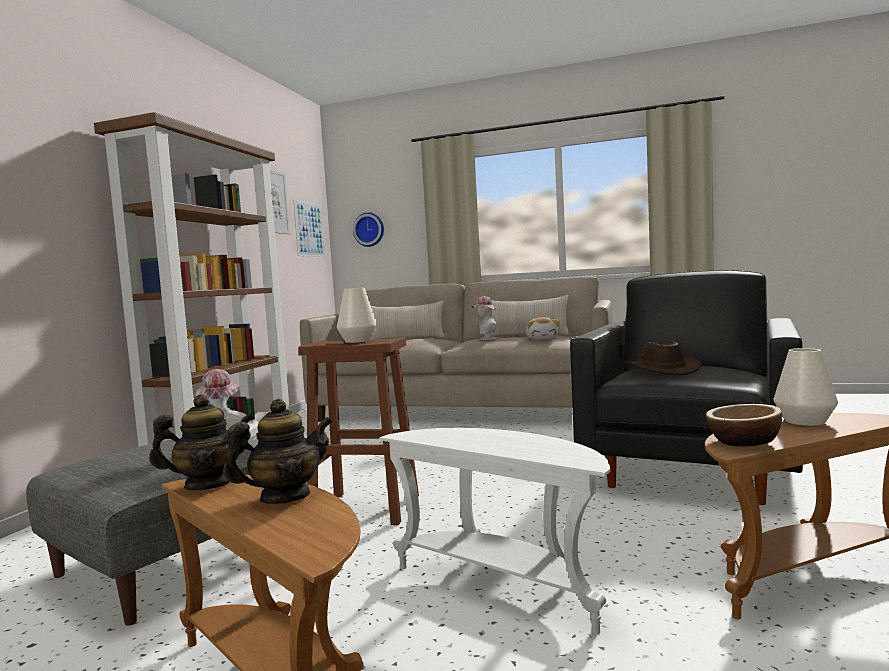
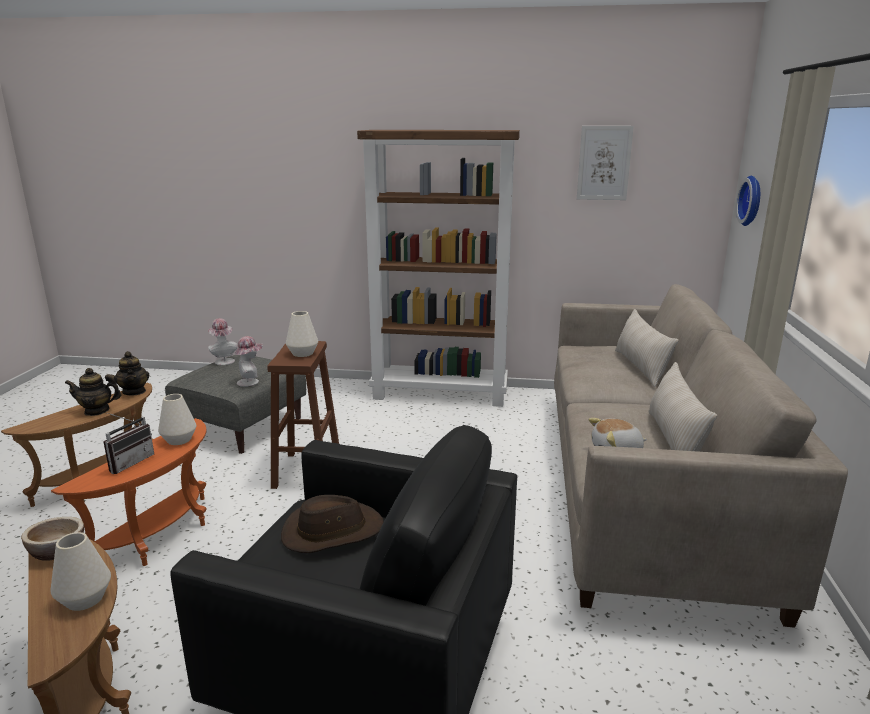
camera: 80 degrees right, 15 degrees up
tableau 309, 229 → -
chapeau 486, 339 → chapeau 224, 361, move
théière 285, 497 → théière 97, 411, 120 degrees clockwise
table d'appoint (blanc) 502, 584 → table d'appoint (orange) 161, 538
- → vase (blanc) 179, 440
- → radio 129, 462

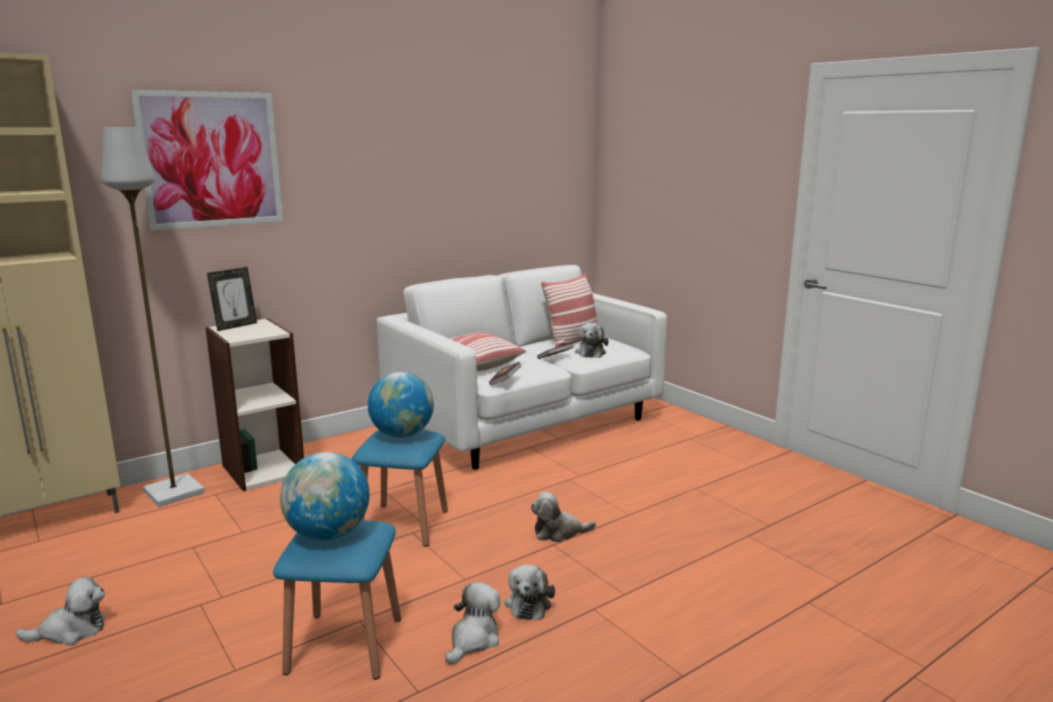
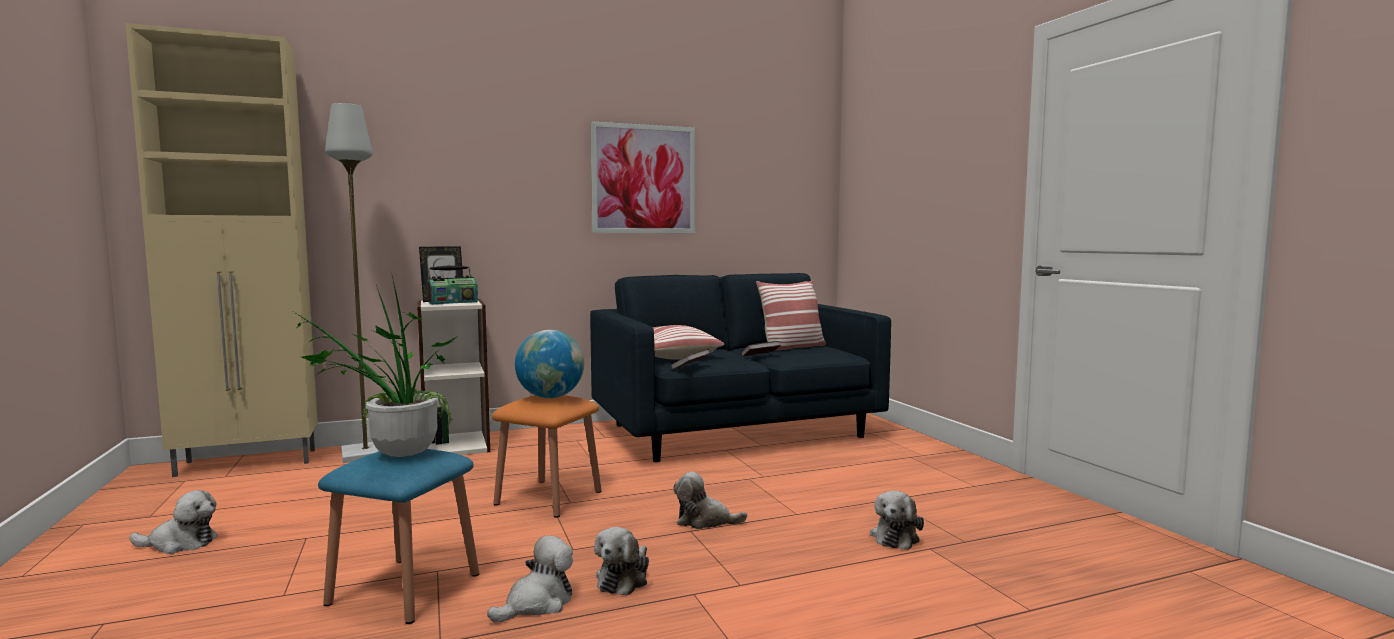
camera: 15 degrees right, 10 degrees down
tableau 211, 160 → tableau 643, 179, move
canapé (blanc) 525, 423 → canapé (bleu) 735, 431
peluche 591, 352 → peluche 895, 536, move
tabouret (bleu) 403, 524 → tabouret (orange) 548, 497
globe 328, 534 → plante en pot 391, 454
- → radio 453, 302

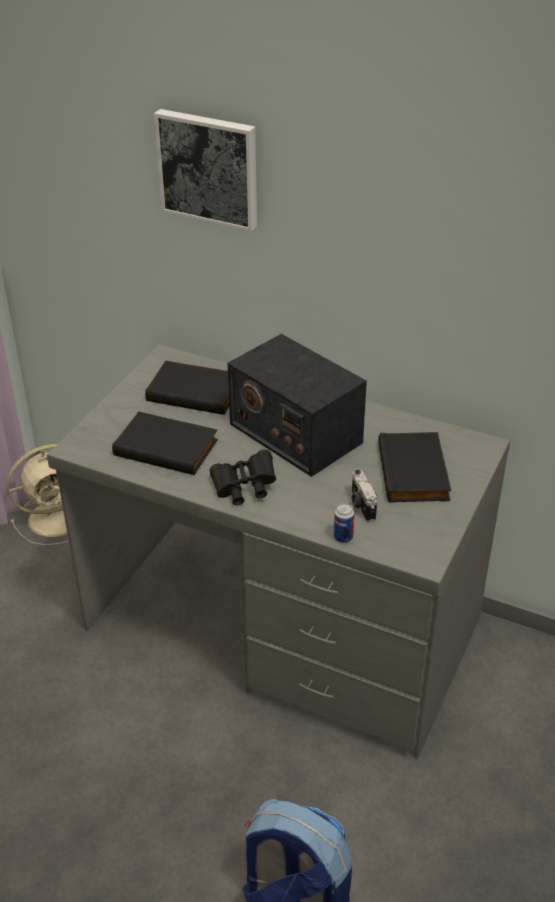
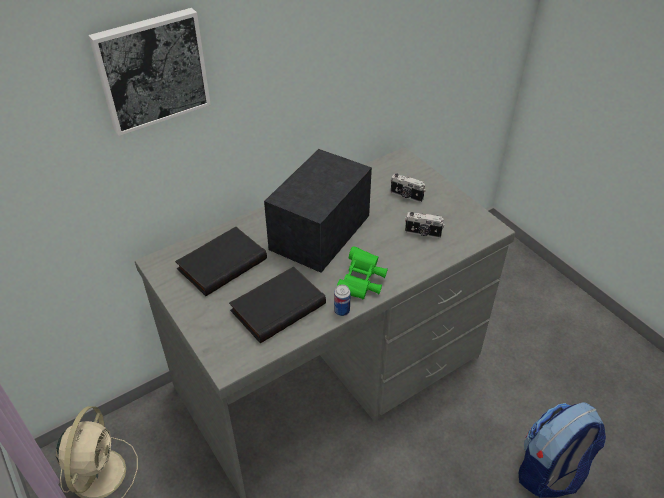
camera: 60 degrees left, 5 degrees up
radio 295, 433 → radio 320, 231, 135 degrees clockwise
livre (noir) 415, 472 → appareil photo 406, 196
jumelles (noir) 244, 488 → jumelles (vert) 362, 282
boîte métallique 343, 537 → boîte métallique 342, 311, move

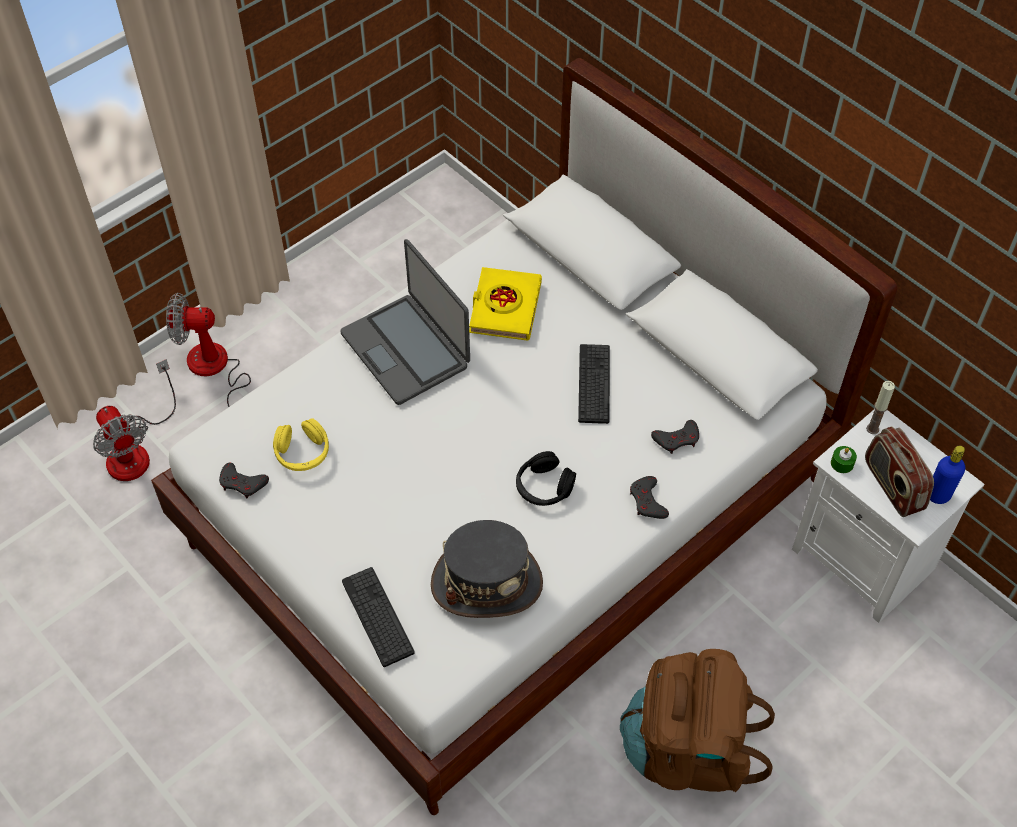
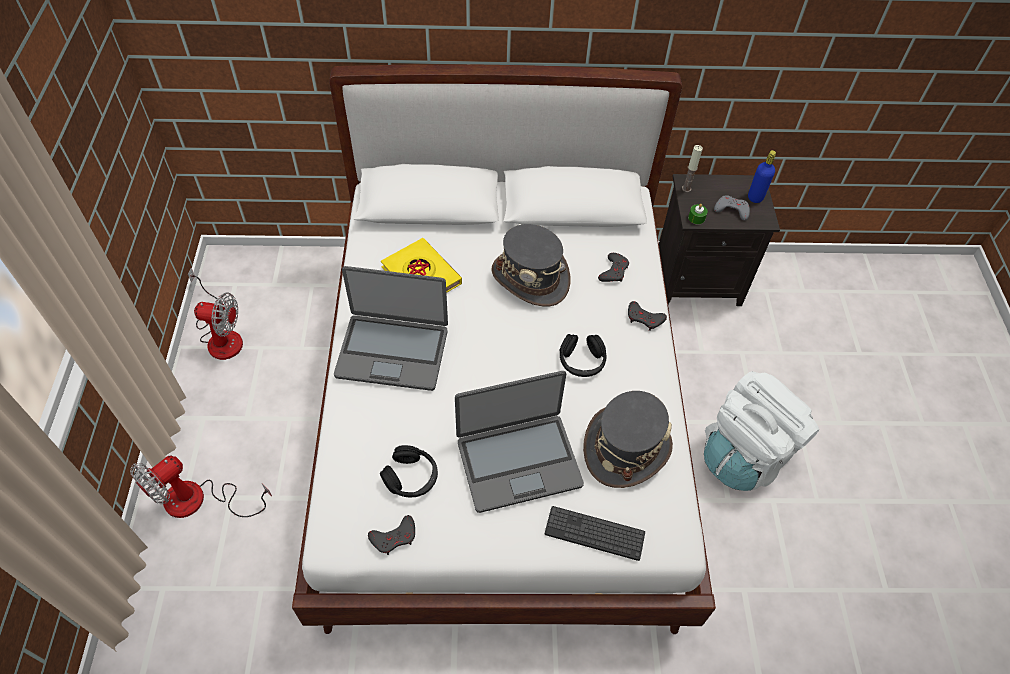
camera: 50 degrees left, 0 degrees up
clavier 594, 384 → chapeau (gris) 530, 278
ventilateur 136, 450 → ventilateur 221, 335, move
table de chevet (blanc) 865, 559 → table de chevet (noir) 698, 280
casque audio (jaune) 302, 453 → casque audio (noir) 411, 477
radio 892, 486 → manette (gris) 731, 210
sac à dos (marron) 688, 749 → sac à dos (blanc) 745, 455
- → ordinateur portable 518, 461

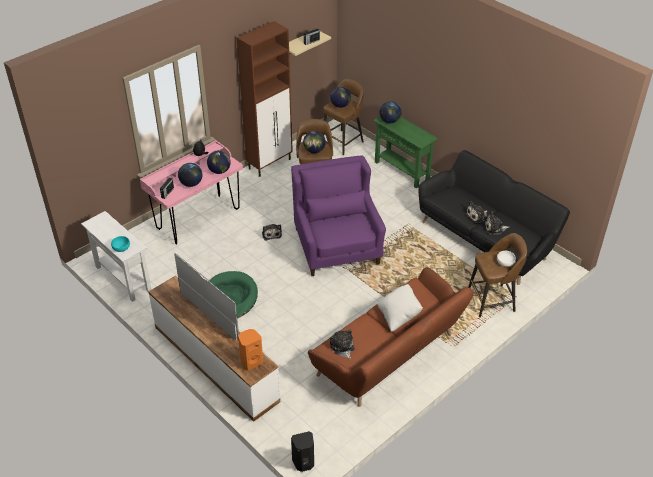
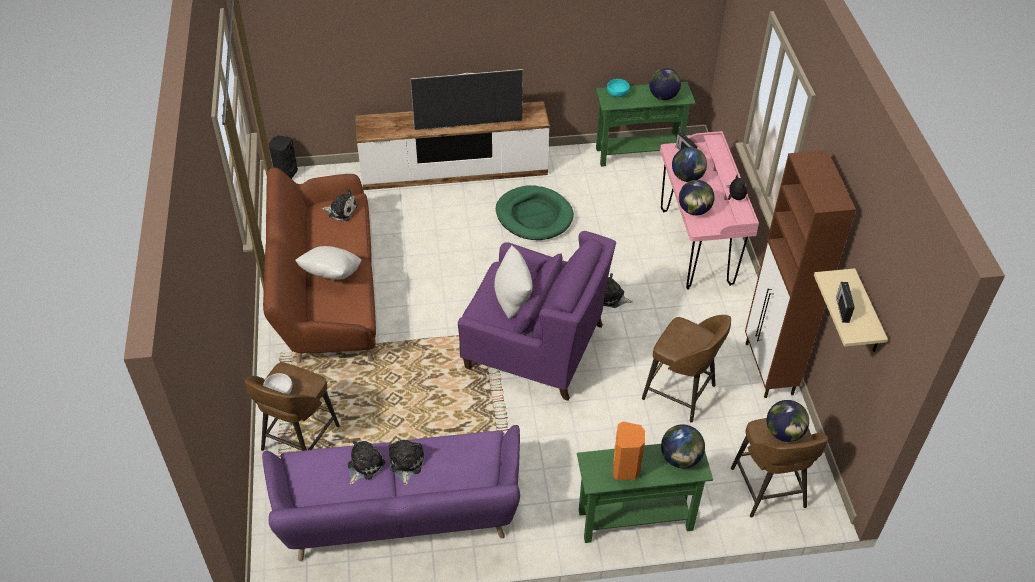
camera: 125 degrees right, 5 degrees up
globe 314, 151 → globe 663, 96, move
canapé (noir) 486, 239 → canapé (violet) 400, 518
table console (blanc) 123, 278 → table console (vert) 638, 154
enceinte (orange) 251, 362 → enceinte (orange) 626, 468, move
- → coussin (blanc) 513, 302

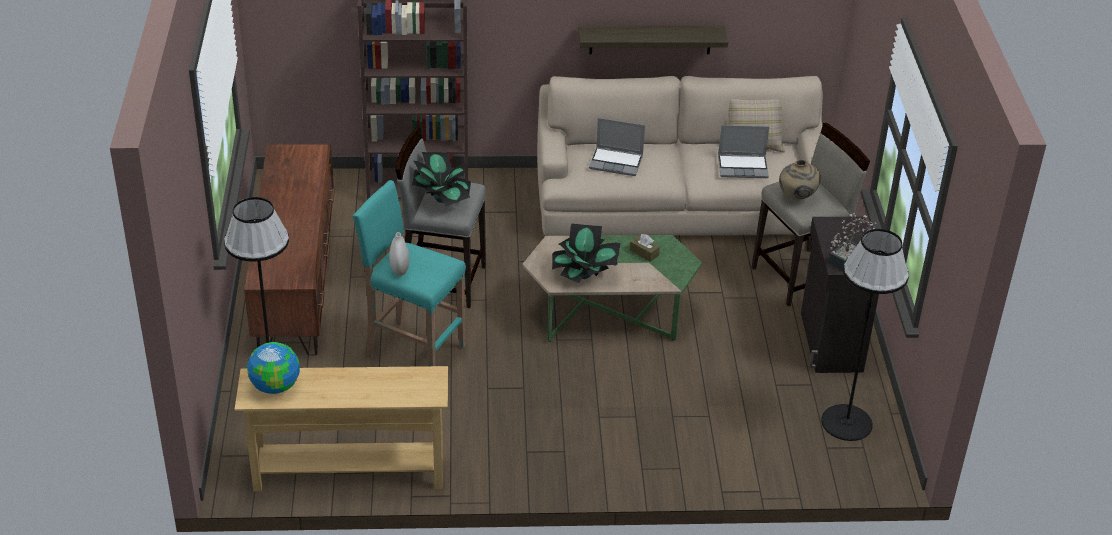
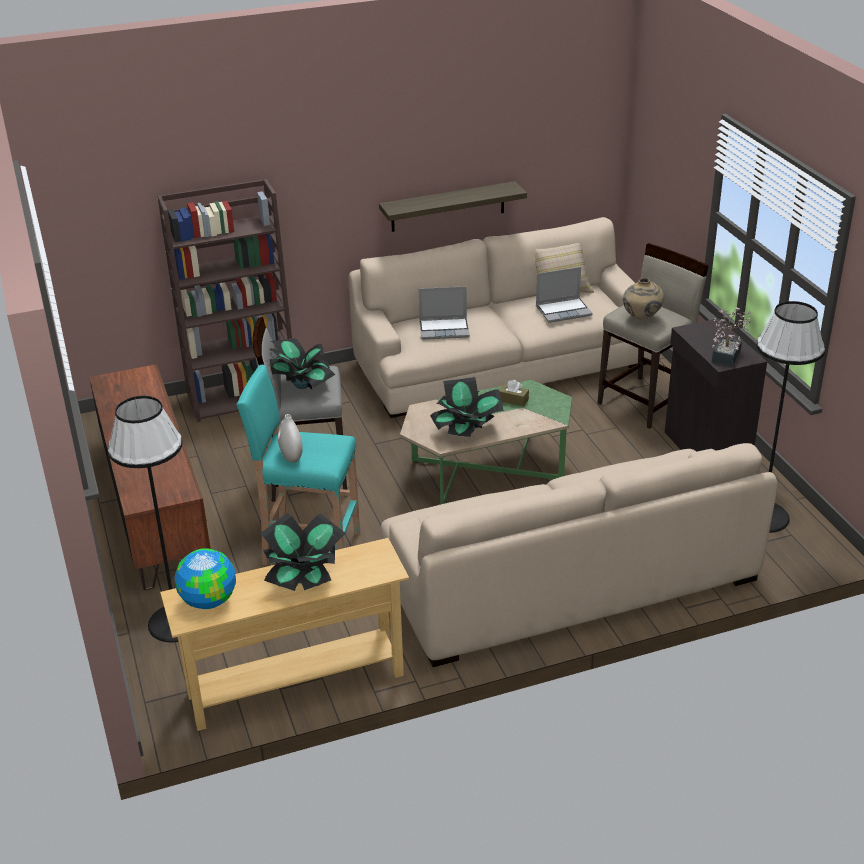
camera: 15 degrees left, 5 degrees down
- → canapé (beige) 569, 577
- → plante en pot 304, 577

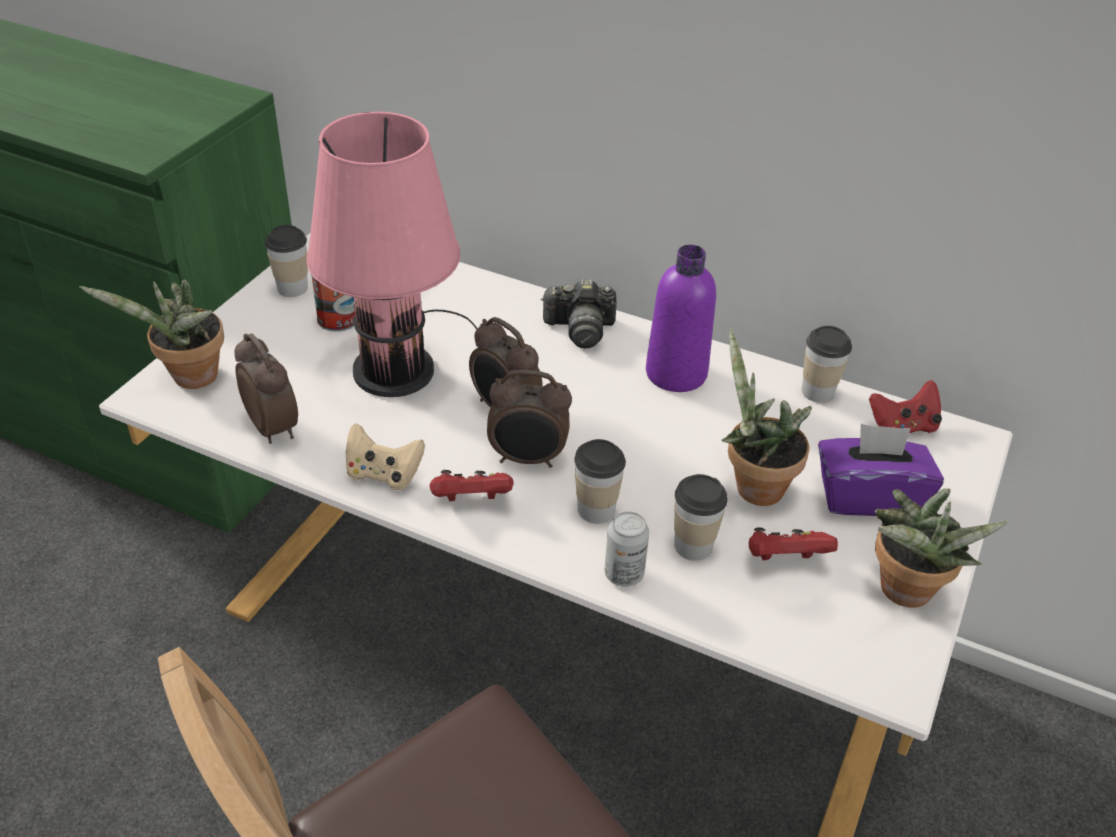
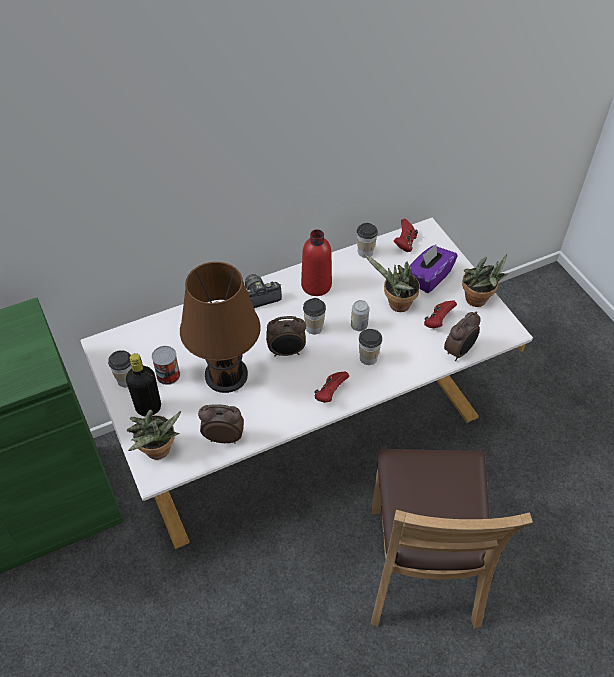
camera: 50 degrees left, 10 degrees up
lampe de table (rose) 401, 366 → lampe de table (marron) 225, 370
bouteille (violet) 676, 373 → bouteille (rouge) 316, 285
appareil photo 580, 329 → appareil photo 260, 297, 150 degrees counterclockwise
réveil 528, 459 → réveil 459, 351, move
manette (beige) 383, 474 → -
tasse 693, 546 → tasse 314, 328, move
boîte métallique 624, 574 → boîte métallique 359, 326, move
- → bouteille (noir) 148, 408

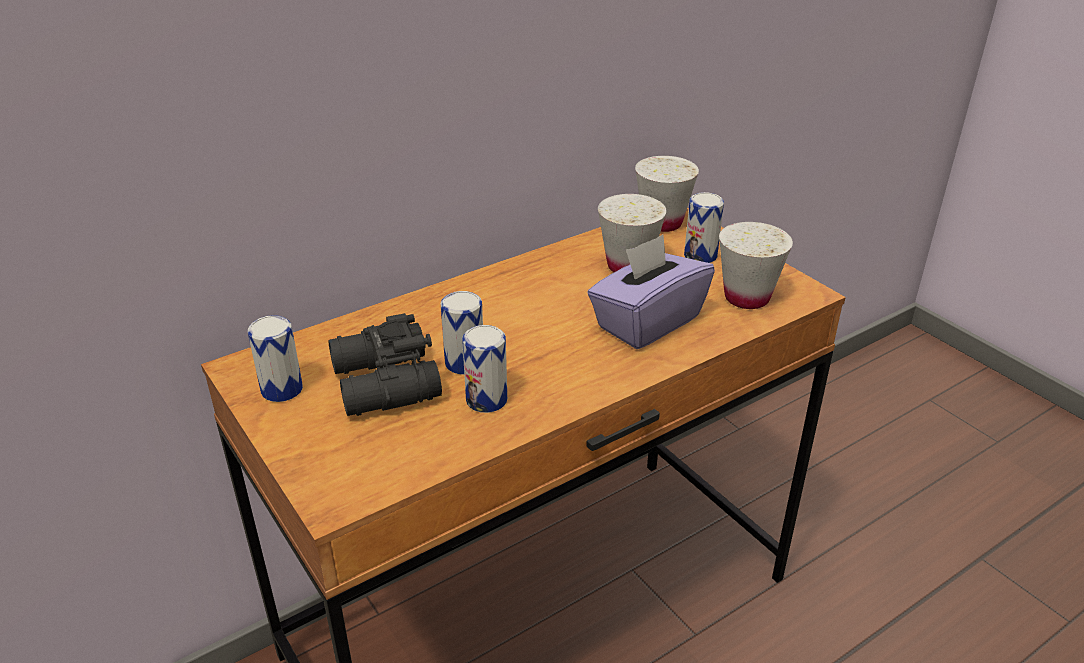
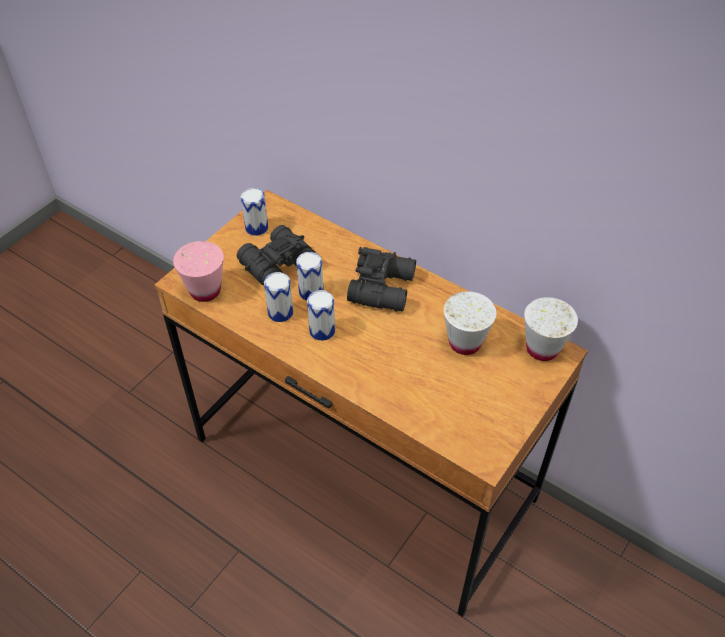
camera: 70 degrees right, 15 degrees up
boîte métallique 700, 255 → boîte métallique 322, 331, move
tasse (blanc) 746, 297 → -
boîte à mouchoirs (violet) 647, 322 → -
- → tasse (rose) 205, 291
- → jumelles (noir) 384, 287

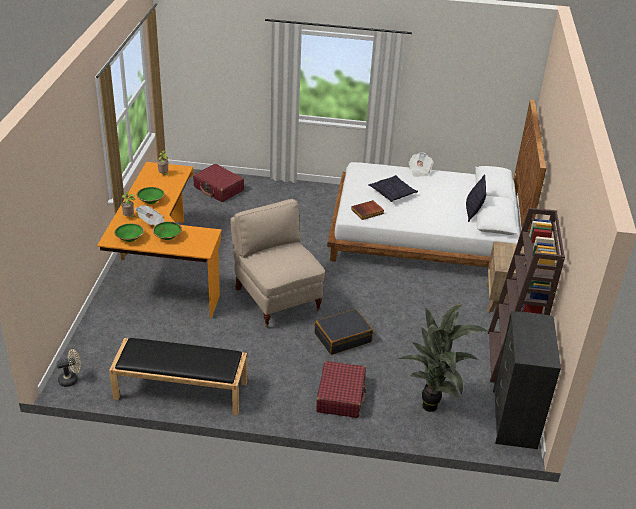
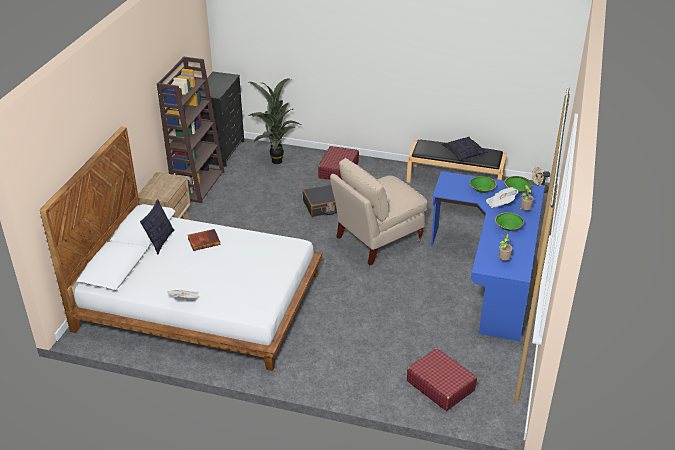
camera: 170 degrees left, 0 degrees up
bureau (orange) 162, 270 → bureau (bleu) 490, 274
coussin 392, 194 → coussin 464, 153, move
chaise (beige) 276, 299 → chaise (beige) 377, 239, 75 degrees clockwise
livre 367, 212 → livre 204, 241, move

